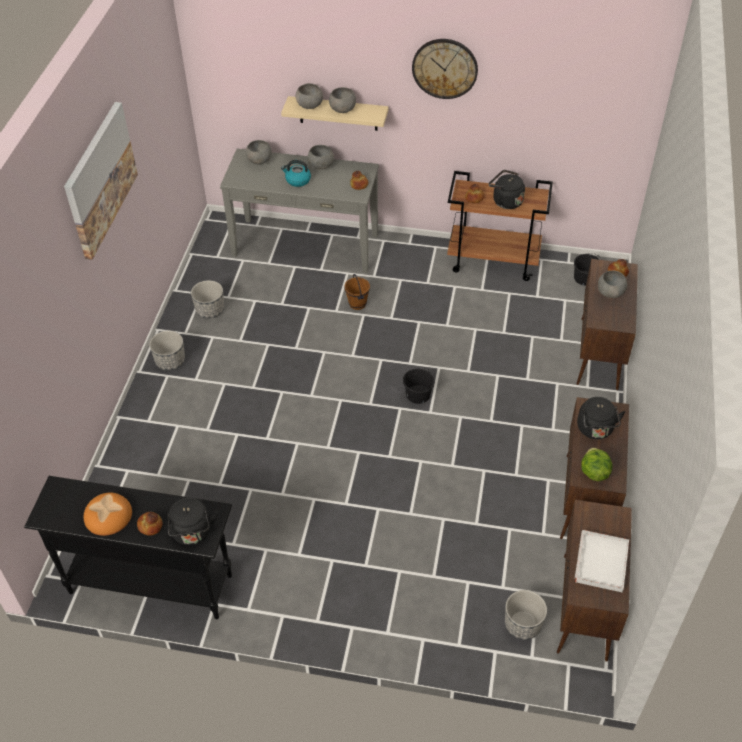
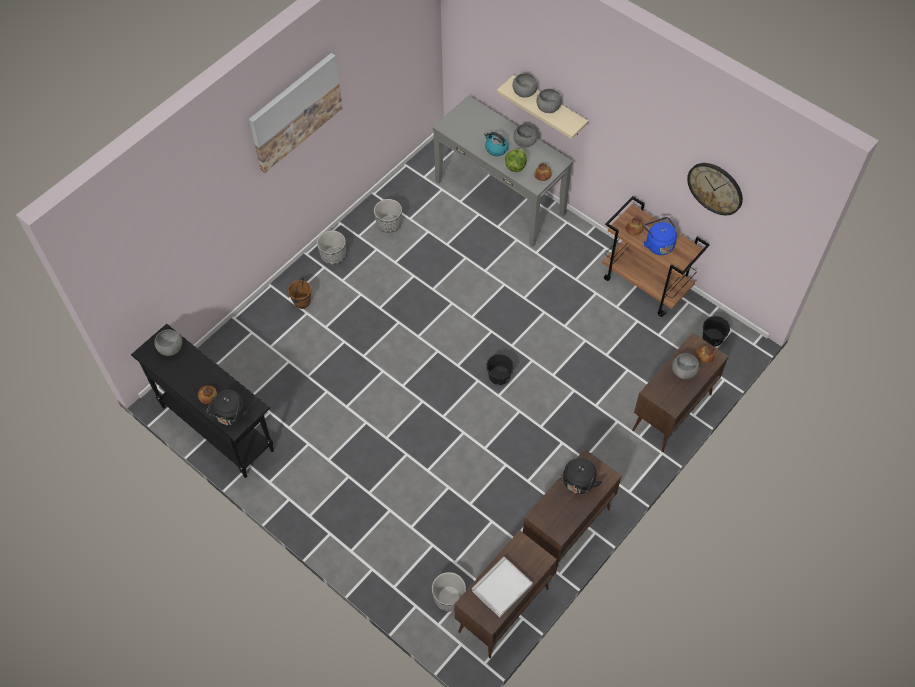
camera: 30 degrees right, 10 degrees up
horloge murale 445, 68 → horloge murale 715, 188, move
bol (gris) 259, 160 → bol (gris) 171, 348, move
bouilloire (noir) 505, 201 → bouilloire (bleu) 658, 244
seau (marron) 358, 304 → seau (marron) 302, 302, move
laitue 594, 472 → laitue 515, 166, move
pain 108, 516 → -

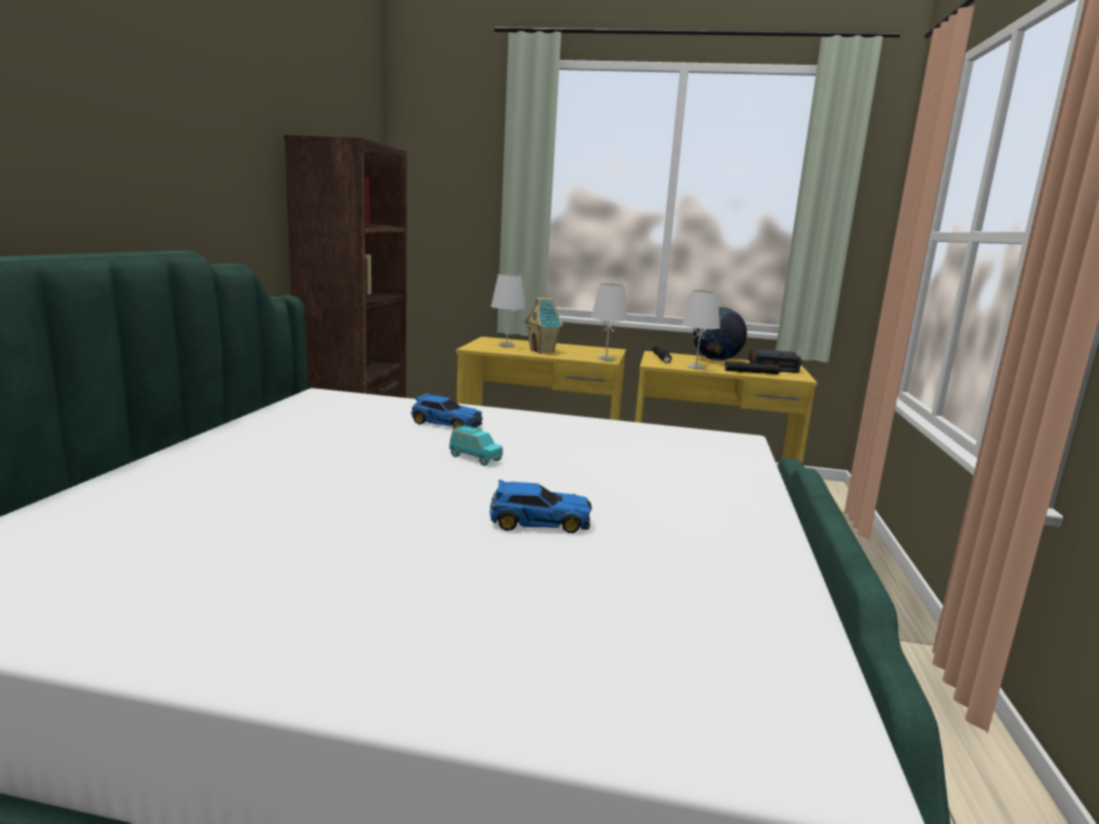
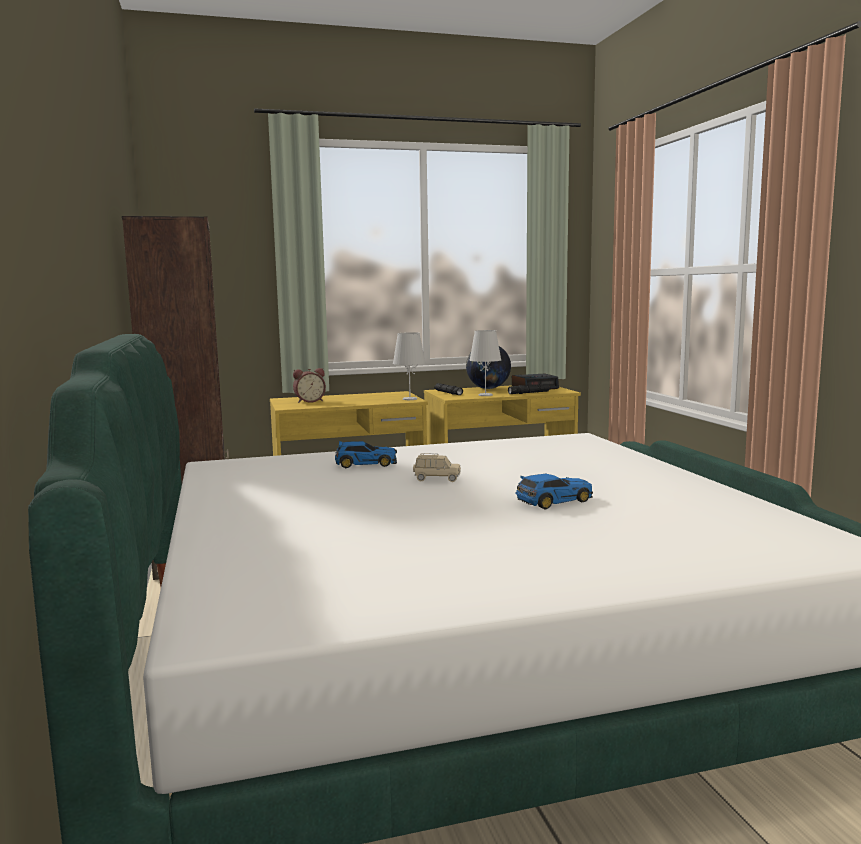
camera: 25 degrees left, 5 degrees down
lampe de table (blanc) 506, 345 → réveil 309, 401
maison miniature 542, 351 → -
petite voiture (turquoise) 475, 458 → petite voiture (beige) 436, 479

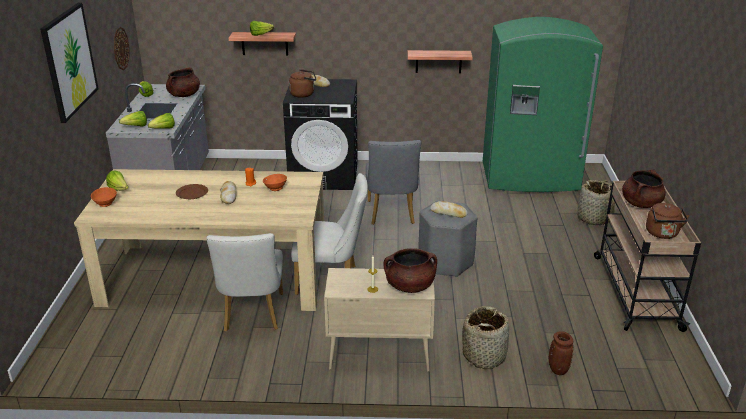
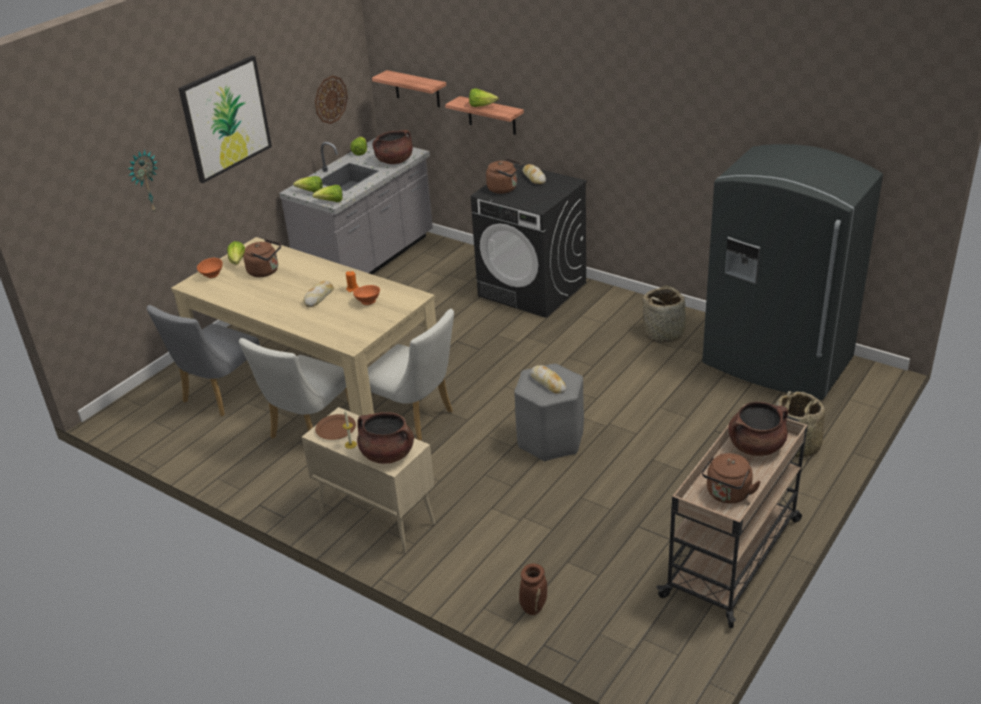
camera: 35 degrees right, 5 degrees up
réfrigérateur (vert) 530, 178 → réfrigérateur (gris) 776, 363
étagère 438, 61 → étagère 417, 89, move
chaise (gris) 391, 215 → chaise (gris) 219, 396, move
assiette (marron) 192, 193 → assiette (marron) 336, 428, move
panier 484, 355 → panier 664, 333, move
- → horloge murale 144, 181
- → bouilloire (marron) 265, 271

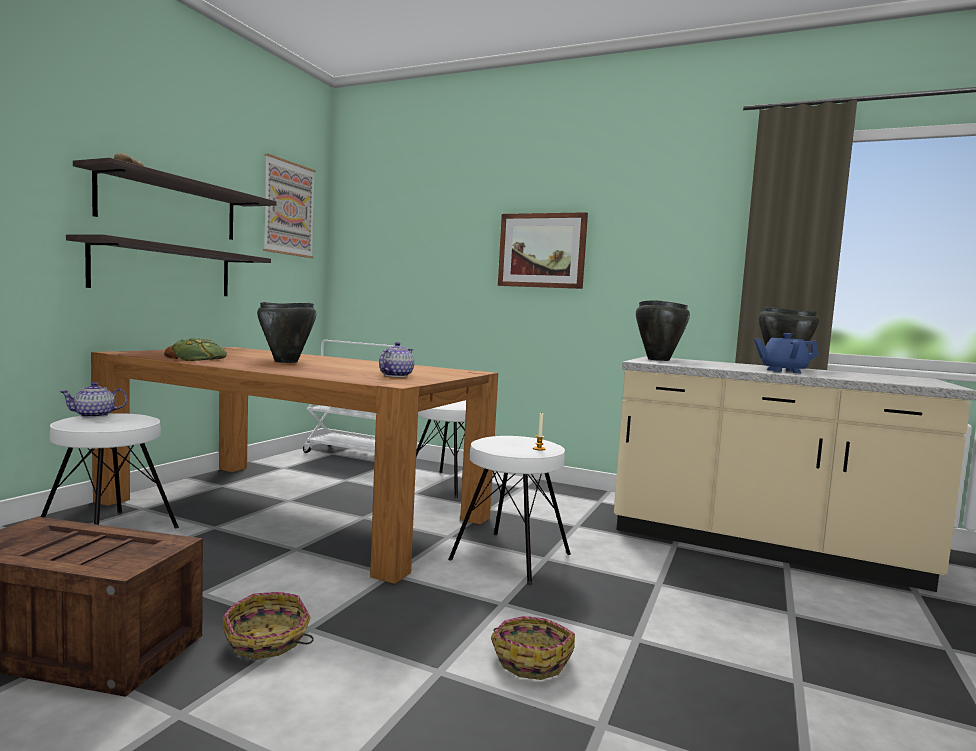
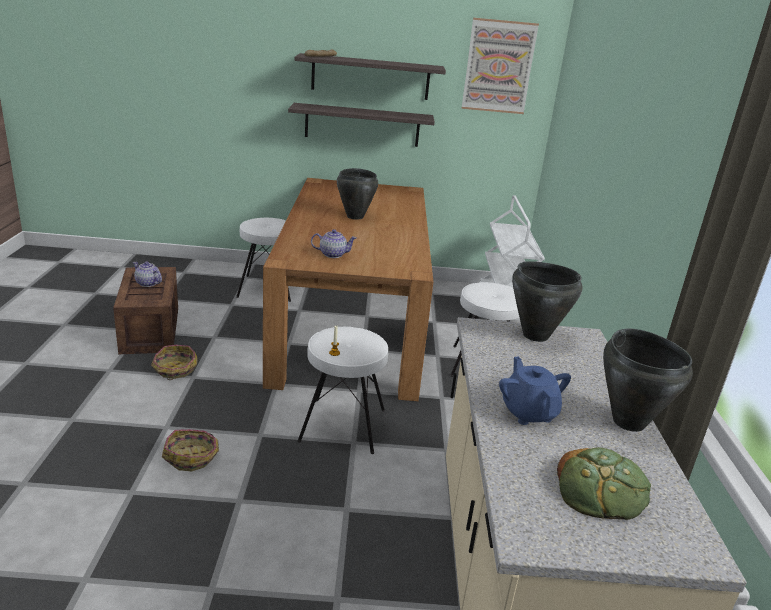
camera: 65 degrees right, 20 degrees up
tableau 542, 250 → -
pain 197, 358 → pain 601, 490, move
théière 95, 415 → théière 148, 283, move

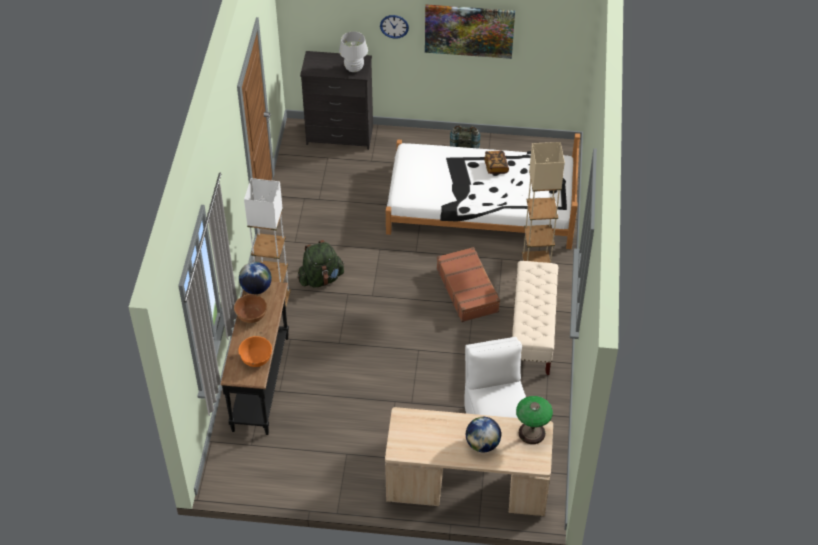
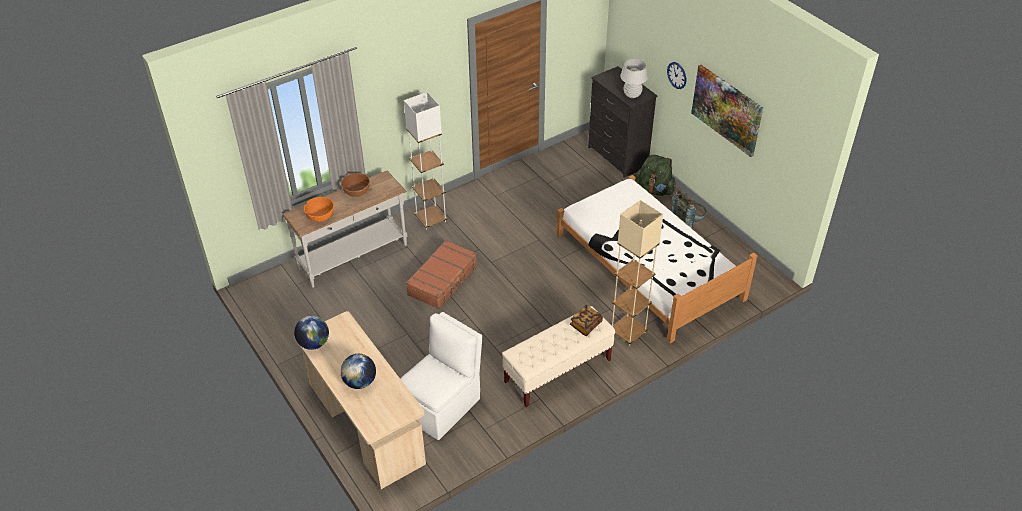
camera: 50 degrees right, 5 degrees down
livre 496, 166 → livre 585, 325, move
sac à dos (vert) 321, 278 → sac à dos (vert) 654, 190, move
valise (marron) 468, 290 → valise (marron) 443, 280, move
globe 256, 288 → globe 314, 343, move
table console (noir) 262, 383 → table console (blanc) 353, 257
lampe de table 532, 433 → -

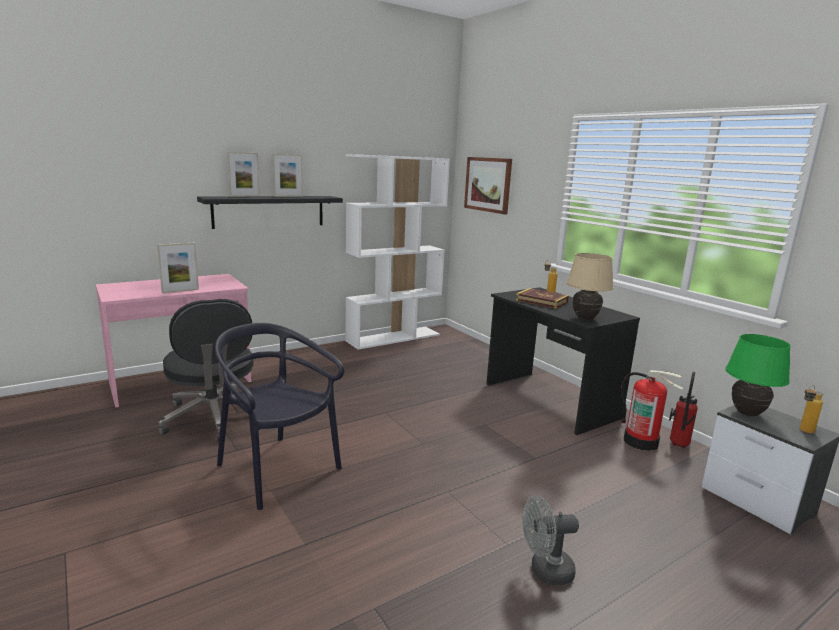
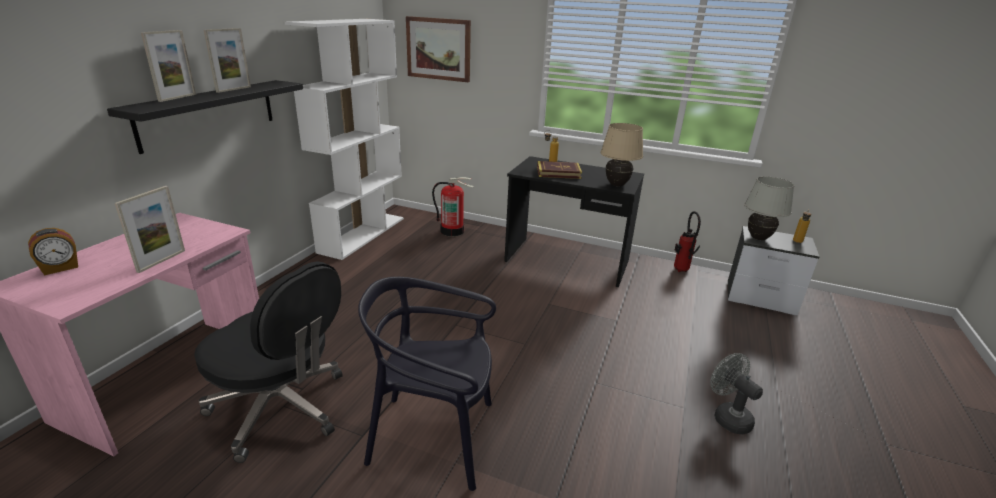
camera: 35 degrees left, 10 degrees up
lampe de table (vert) 747, 413 → lampe de table (blanc) 758, 238
extincteur 641, 442 → extincteur 452, 231, move
ventilateur (gris) 545, 571 → ventilateur (gris) 727, 416, 105 degrees clockwise
- → réveil 60, 268

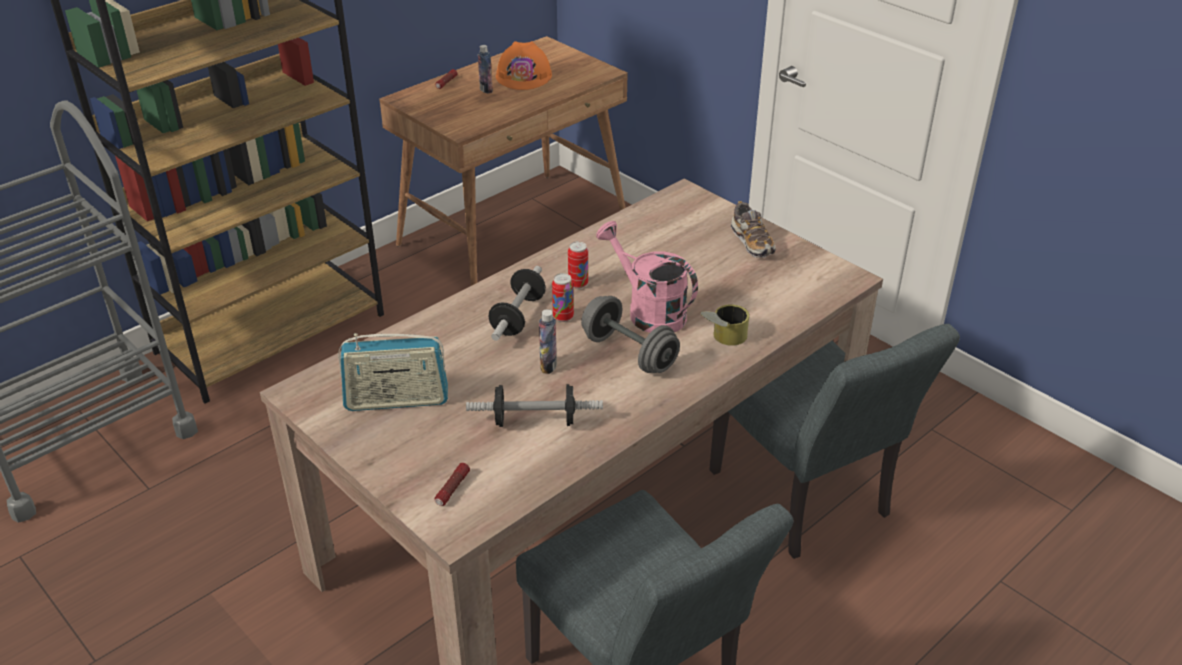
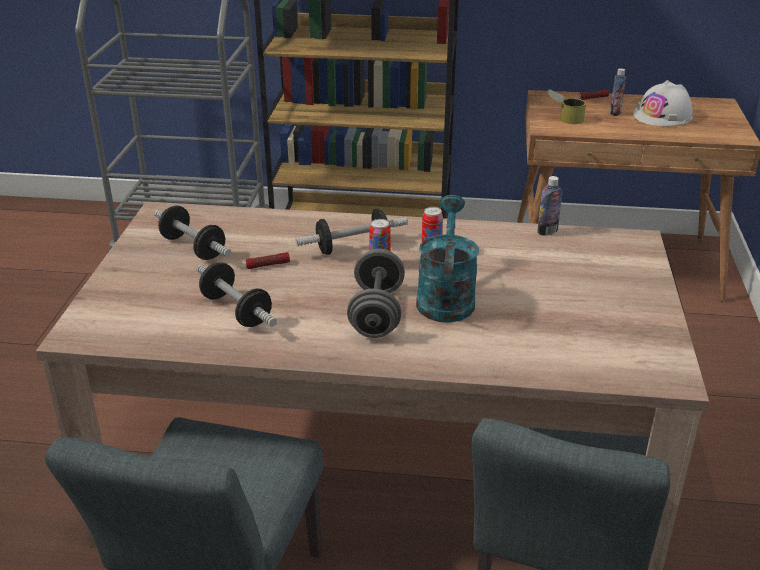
camera: 50 degrees right, 5 degrees down
casque de chantier (orange) 524, 76 → casque de chantier (blanc) 663, 115
chaussure 752, 242 → -
arrosoir (rose) 648, 311 → arrosoir (turquoise) 445, 297
boîte métallique 722, 339 → boîte métallique 564, 119, move
bouteille 548, 366 → bouteille 547, 231, move
radio 396, 400 → haltère 193, 248
lampe de poche 452, 489 → lampe de poche 268, 265, move

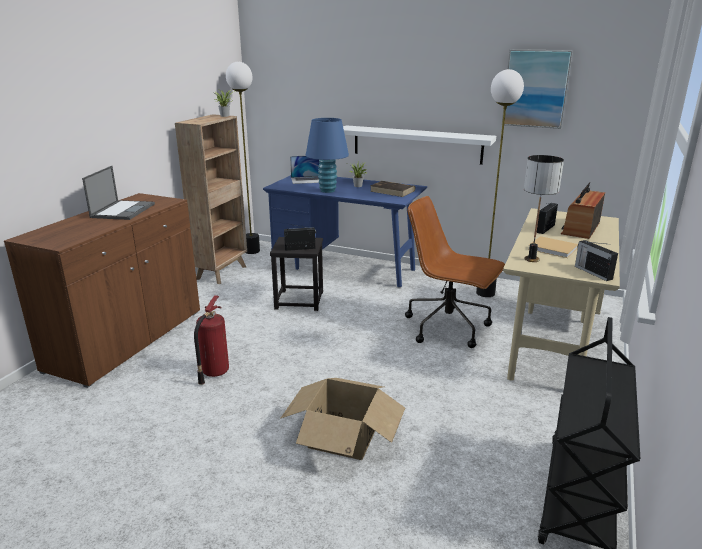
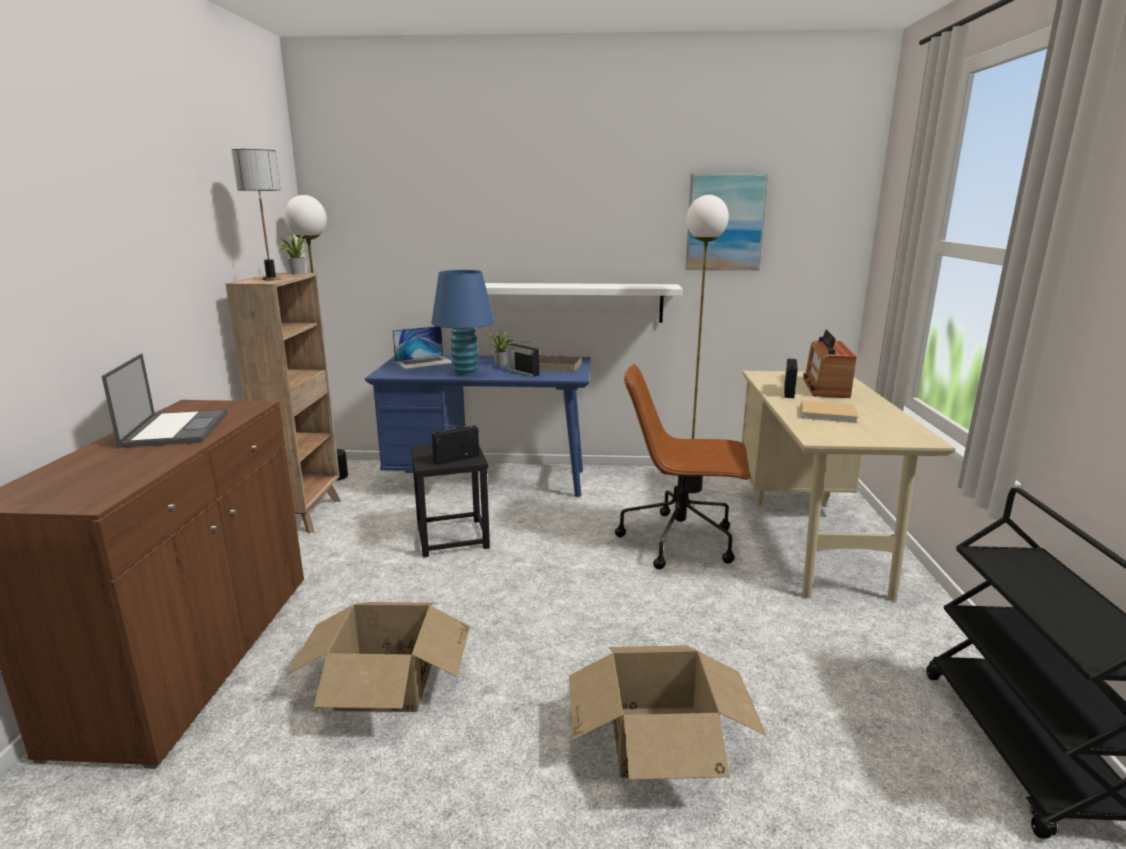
camera: 20 degrees left, 5 degrees down
lampe de table 531, 259 → lampe de table 271, 279, move
radio 592, 272 → radio 522, 372, move
extincteur 214, 373 → carton 386, 682

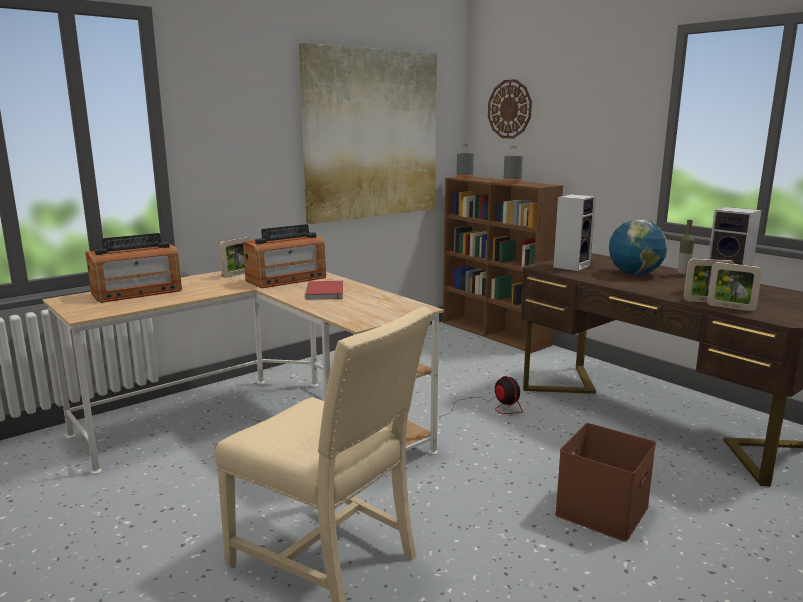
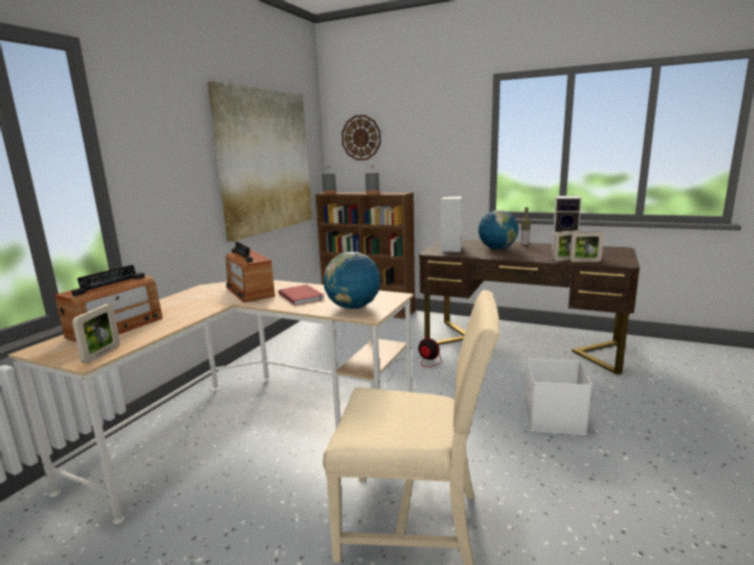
camera: 25 degrees left, 0 degrees up
radio 286, 279 → radio 249, 291, 120 degrees clockwise
cadre photo 237, 274 → cadre photo 102, 354, move
boîte de rangement (marron) 601, 509 → boîte de rangement (blanc) 552, 417
- → globe 353, 307

